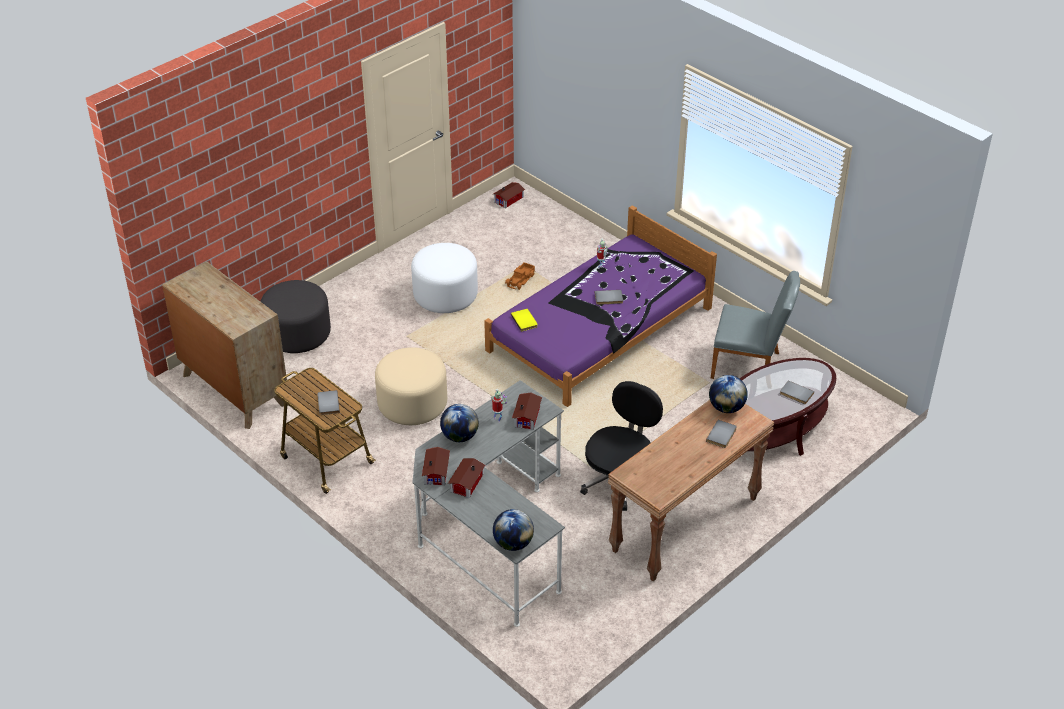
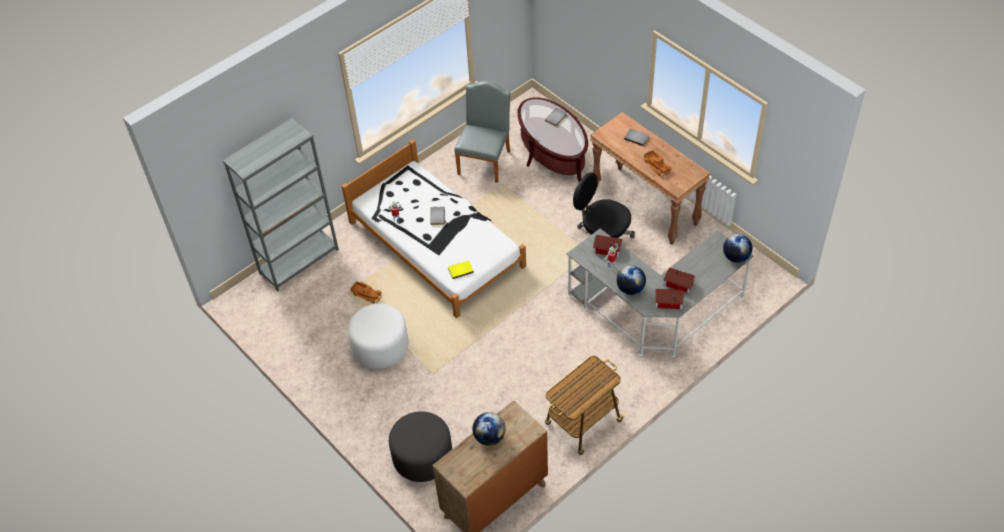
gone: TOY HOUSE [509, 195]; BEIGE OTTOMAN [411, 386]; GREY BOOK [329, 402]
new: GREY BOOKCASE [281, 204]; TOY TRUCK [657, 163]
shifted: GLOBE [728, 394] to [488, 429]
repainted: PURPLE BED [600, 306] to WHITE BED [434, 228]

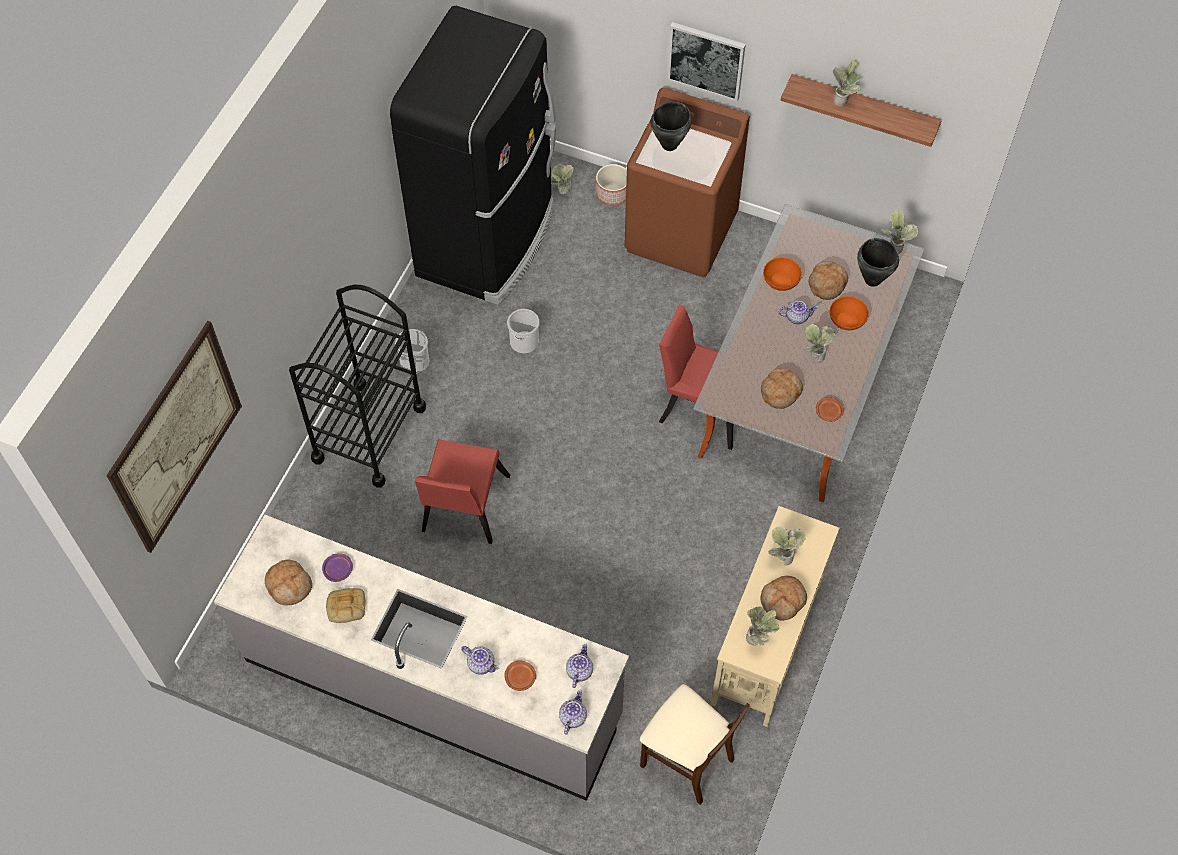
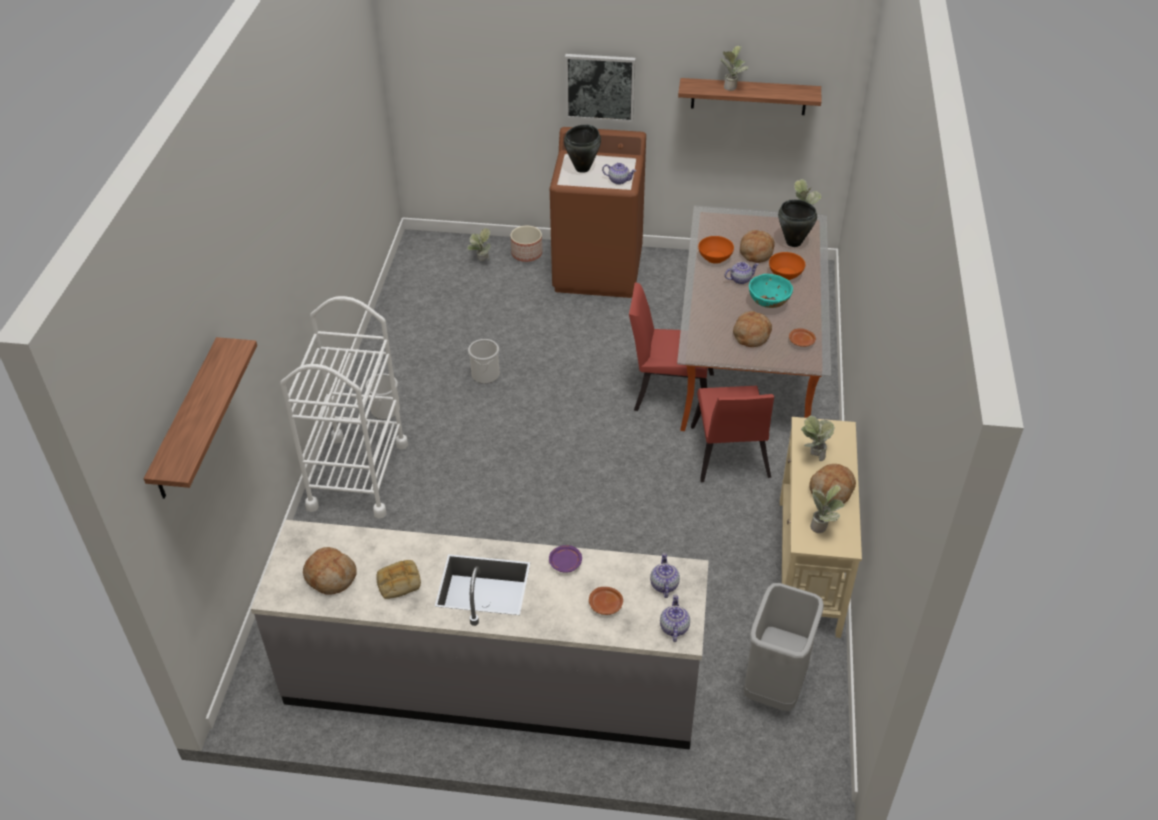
gone: BLACK FRIDGE [473, 155]
shifted: RED CHAIR [462, 491] to [732, 434]; PURPLE PLATE [337, 567] to [565, 559]; TEAPOT [480, 660] to [619, 174]
swapped: PICTURE [174, 437] to SHELF [200, 418]; POTTED PLANT [819, 343] to TURQUOISE BOWL [771, 291]; BEIGE CHAIR [695, 744] to GREY TRASH CAN [784, 647]
repainted: BLACK CART [357, 386] to WHITE CART [344, 407]

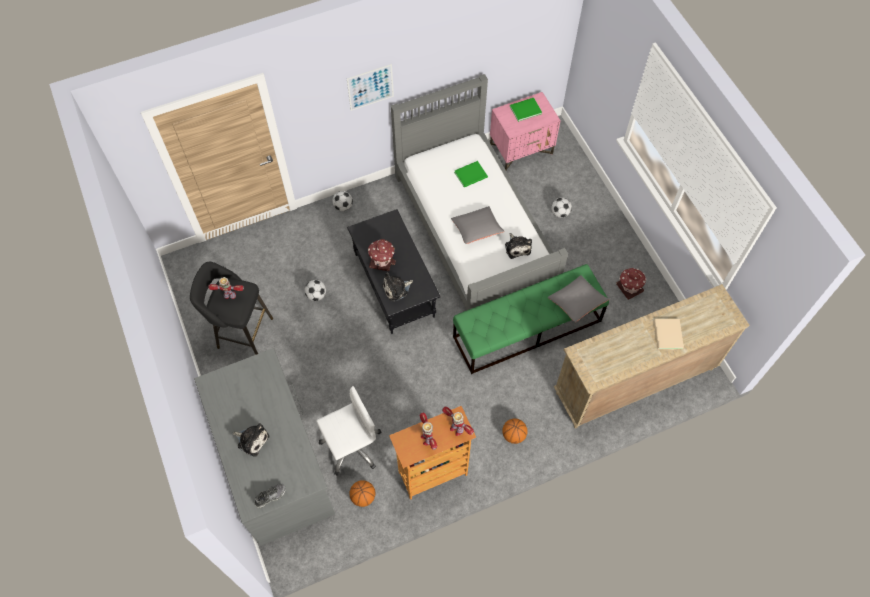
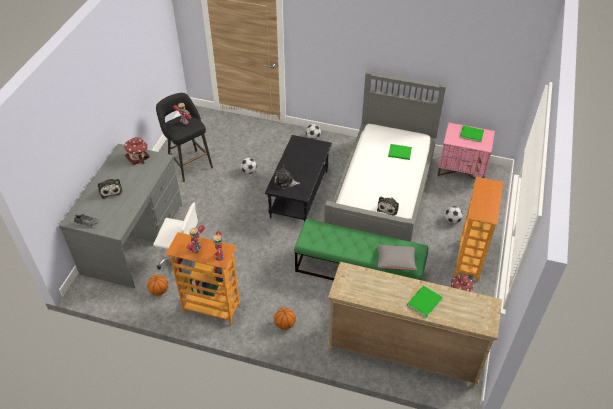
gone: PICTURE [370, 87]; GREY PILLOW [478, 225]
new: BOOKCASE [478, 229]
shifted: TOY HOUSE [382, 255] to [137, 151]
repainted: BEIGE BOOK [669, 334] to GREEN BOOK [425, 301]

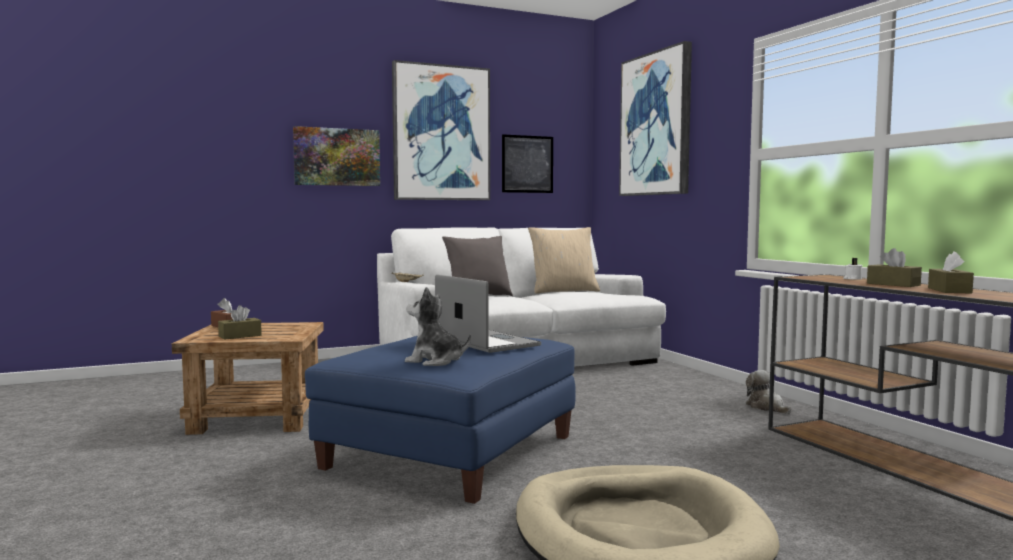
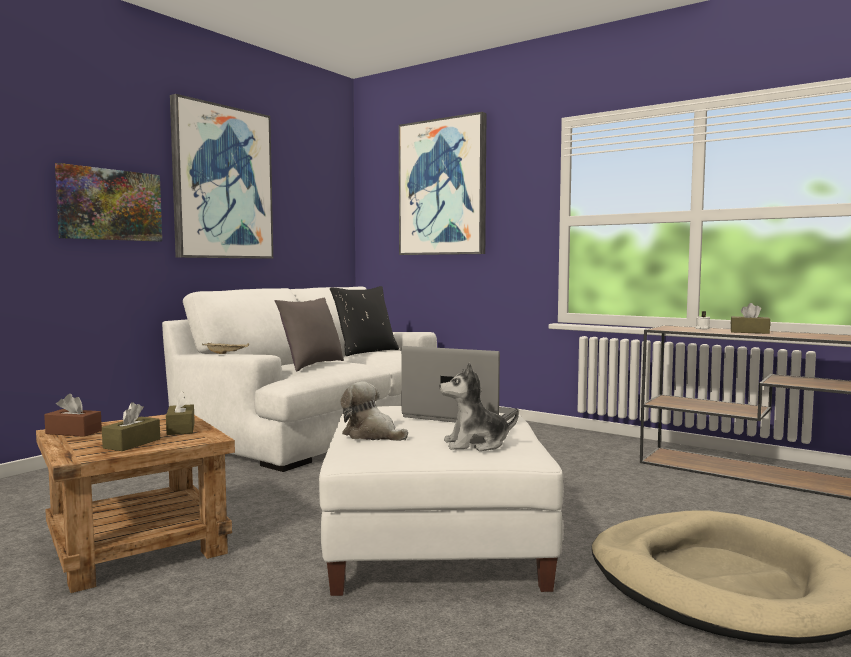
gone: PICTURE [527, 163]
shifted: BROWN TISSUE BOX [951, 272] to [180, 413]; PLUSH TOY [768, 392] to [374, 411]
repainted: BEIGE PILLOW [564, 260] to BLACK PILLOW [364, 321]; BLUE OTTOMAN [440, 420] to WHITE OTTOMAN [441, 501]

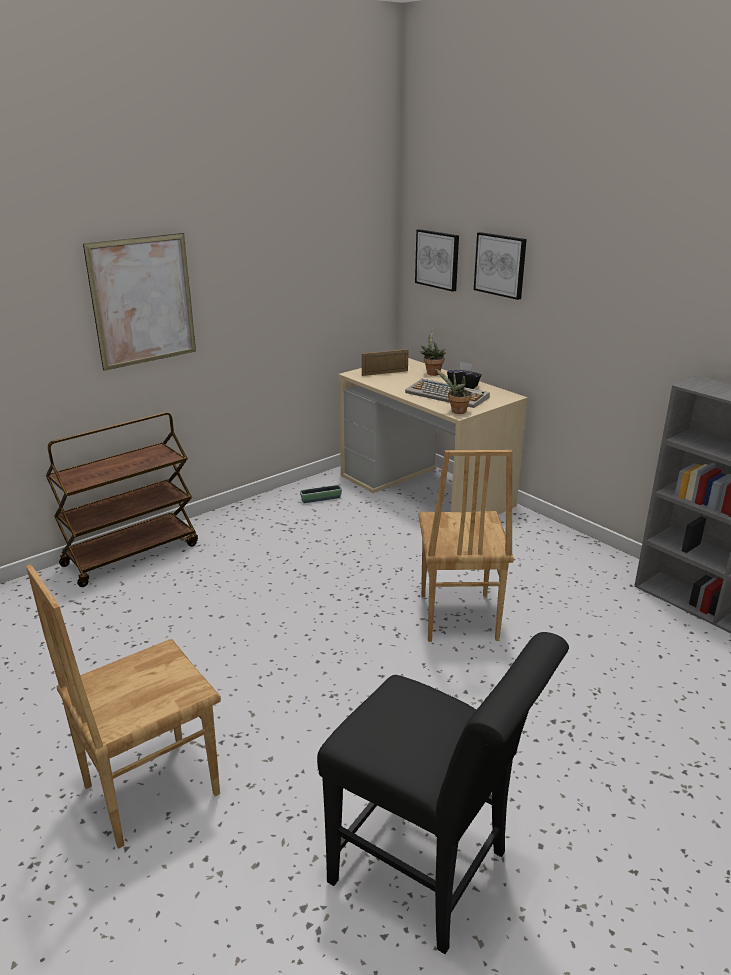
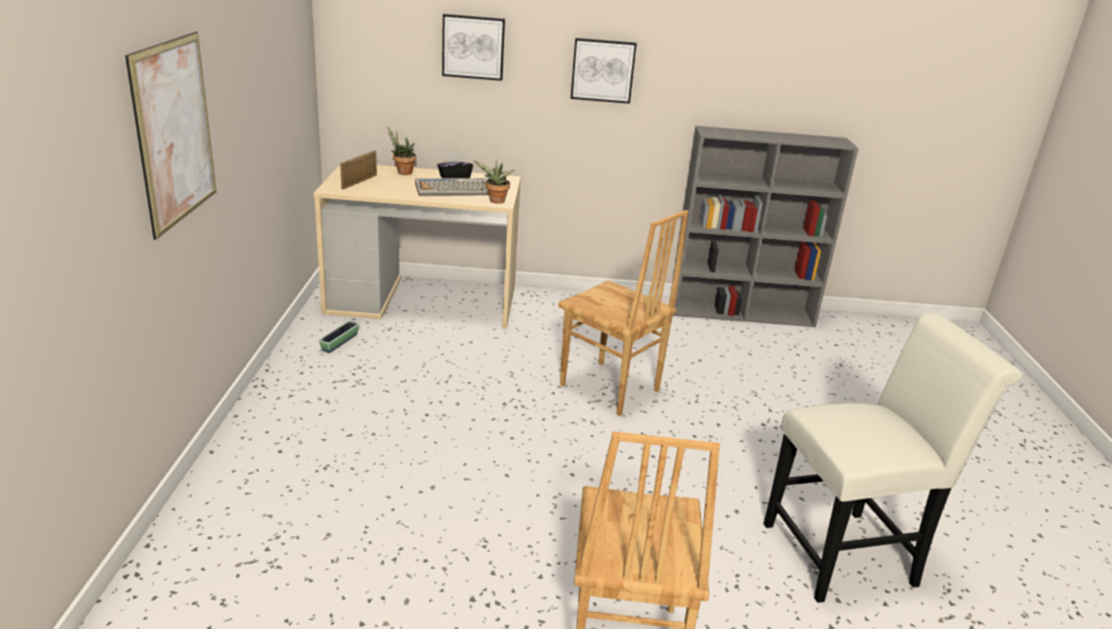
gone: BROWN CART [122, 499]
shifted: PICTURE [437, 260] to [604, 71]
repainted: BLACK CHAIR [443, 793] to WHITE CHAIR [893, 458]

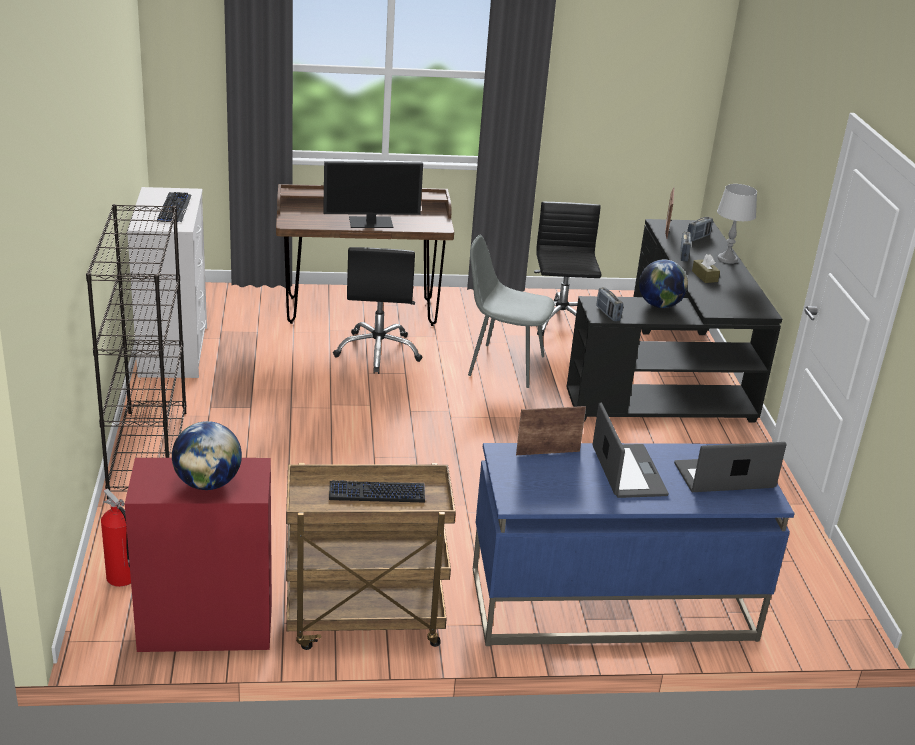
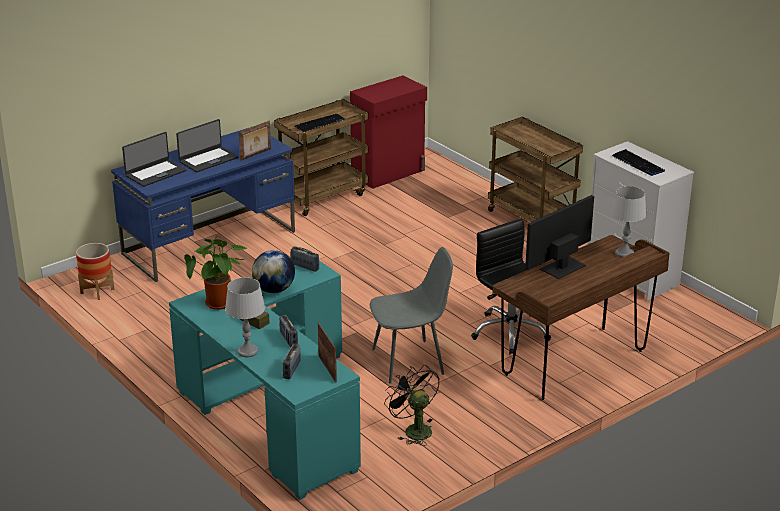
gone: GLOBE [207, 455]; FIRE EXTINGUISHER [116, 537]
new: GREY TABLE LAMP [629, 222]; POTTED PLANT [216, 273]; PLANTER [95, 271]
swapped: BLACK OFFICE CHAIR [568, 269] to BLACK FAN [411, 405]; BLACK BOOKCASE [136, 351] to BROWN CART [535, 169]
repainted: BLACK DESK [674, 321] to TURQUOISE DESK [265, 380]
rotated: LAPTOP [630, 450] = [207, 145] 90 degrees counterclockwise

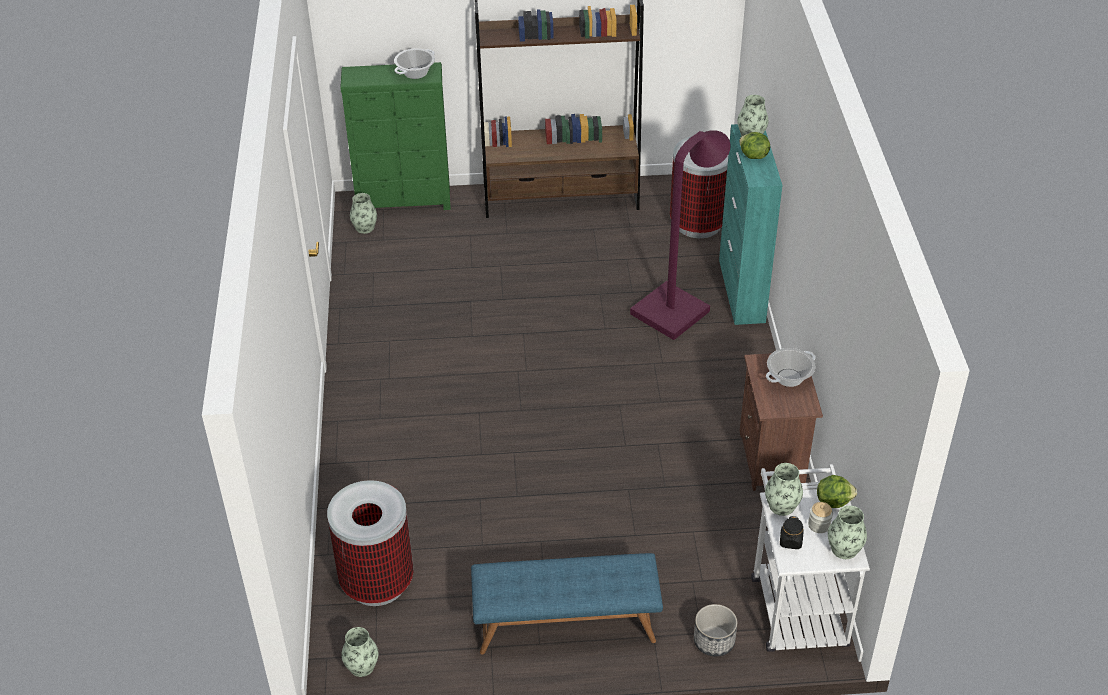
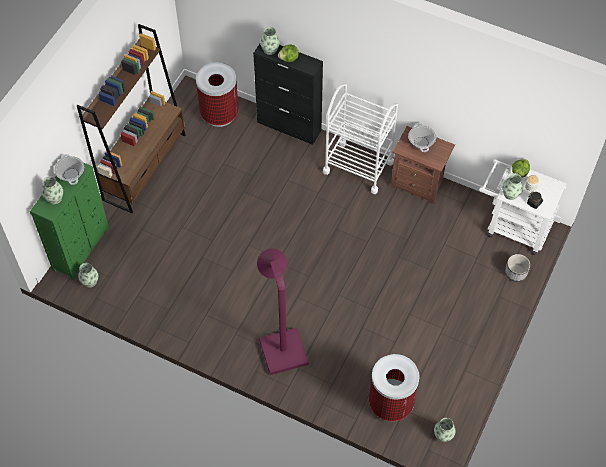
gone: BLUE BENCH [567, 604]
new: WHITE CART [360, 138]
shifted: PURPLE FLOOR LAMP [680, 235] to [283, 311]; VASE [847, 532] to [52, 190]
repainted: TURQUOISE CABINET [751, 224] to BLACK CABINET [288, 94]

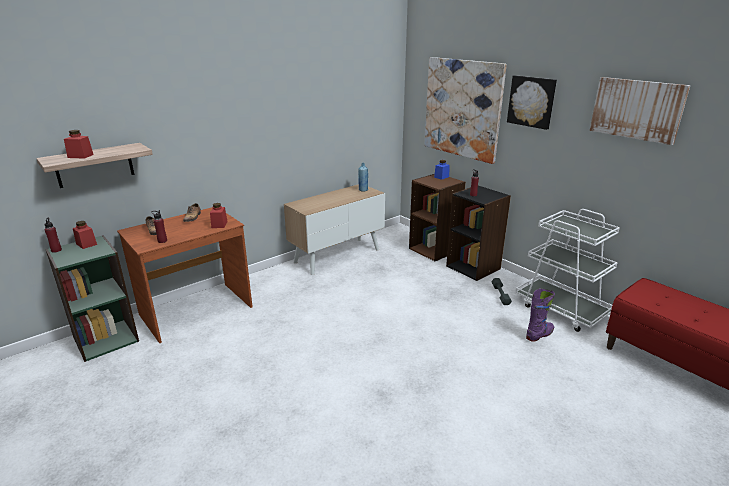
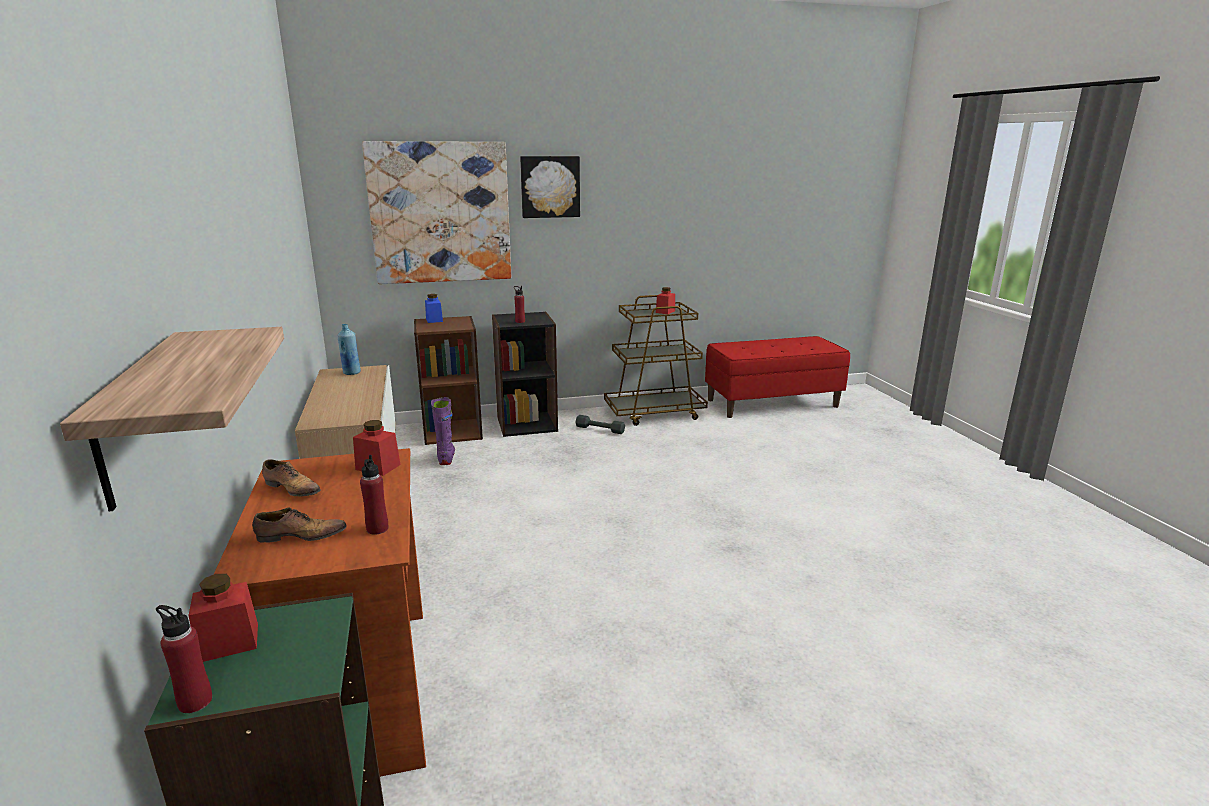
gone: PICTURE [640, 111]
shifted: RED JAR [79, 144] to [665, 300]; PURPLE BOOT [540, 315] to [443, 431]
repainted: WHITE CART [567, 270] to BROWN CART [656, 360]

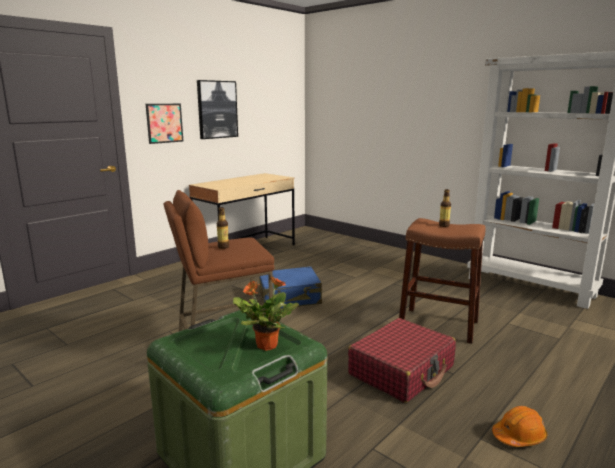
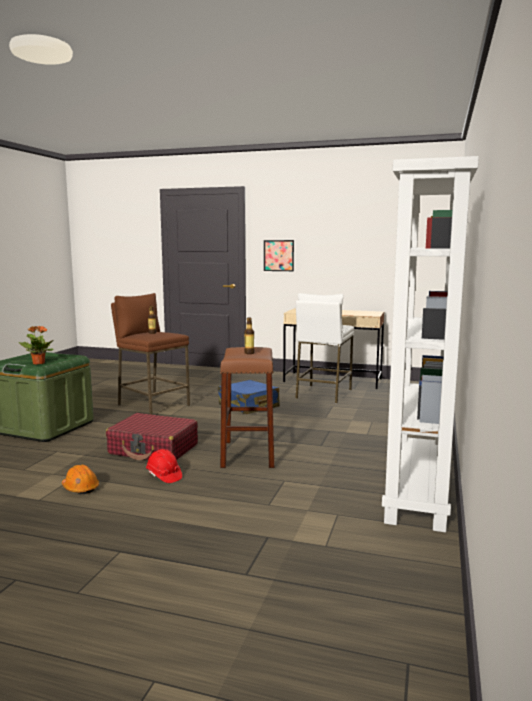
gone: PICTURE [217, 109]
new: WHITE STOOL [324, 348]; RED HARD HAT [164, 466]

